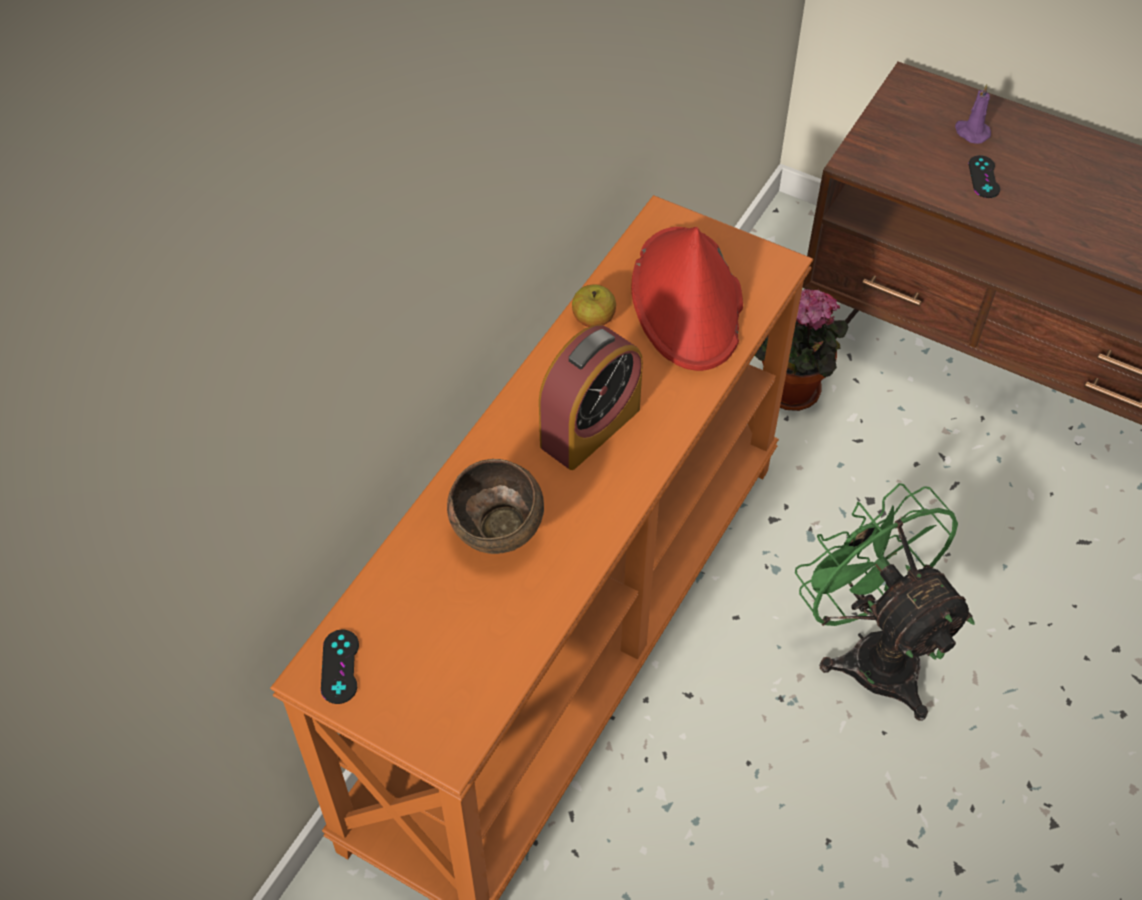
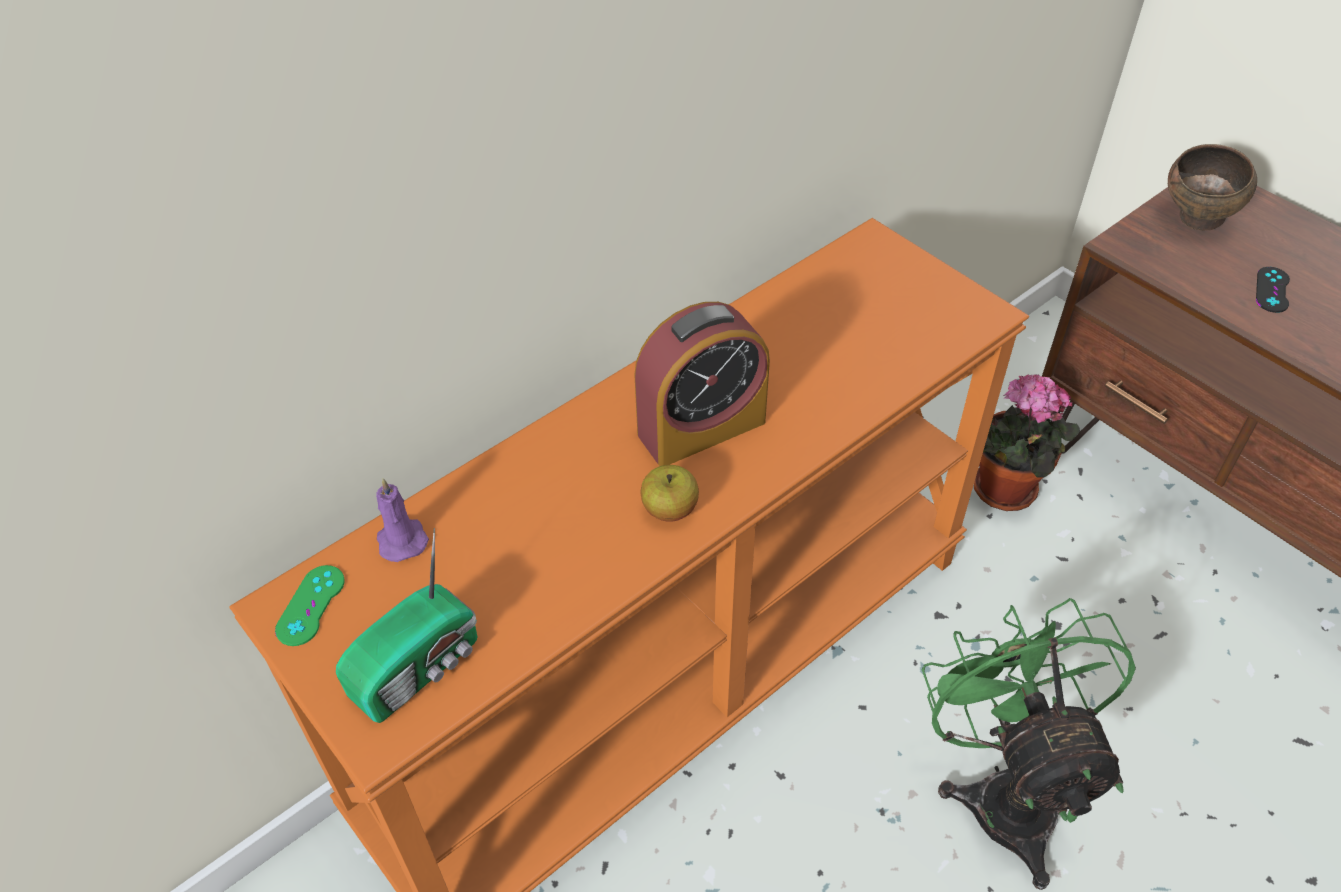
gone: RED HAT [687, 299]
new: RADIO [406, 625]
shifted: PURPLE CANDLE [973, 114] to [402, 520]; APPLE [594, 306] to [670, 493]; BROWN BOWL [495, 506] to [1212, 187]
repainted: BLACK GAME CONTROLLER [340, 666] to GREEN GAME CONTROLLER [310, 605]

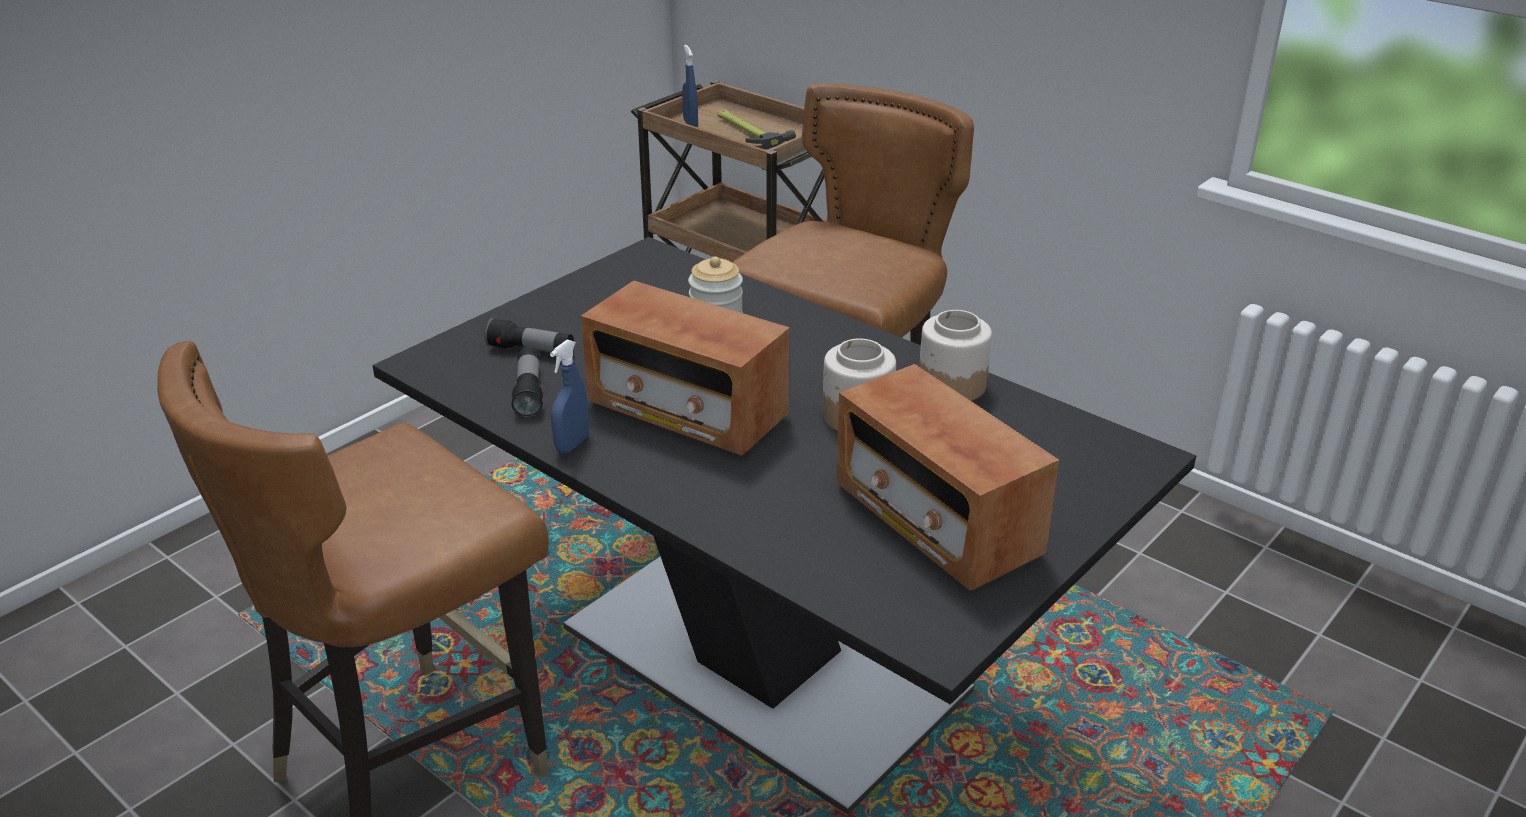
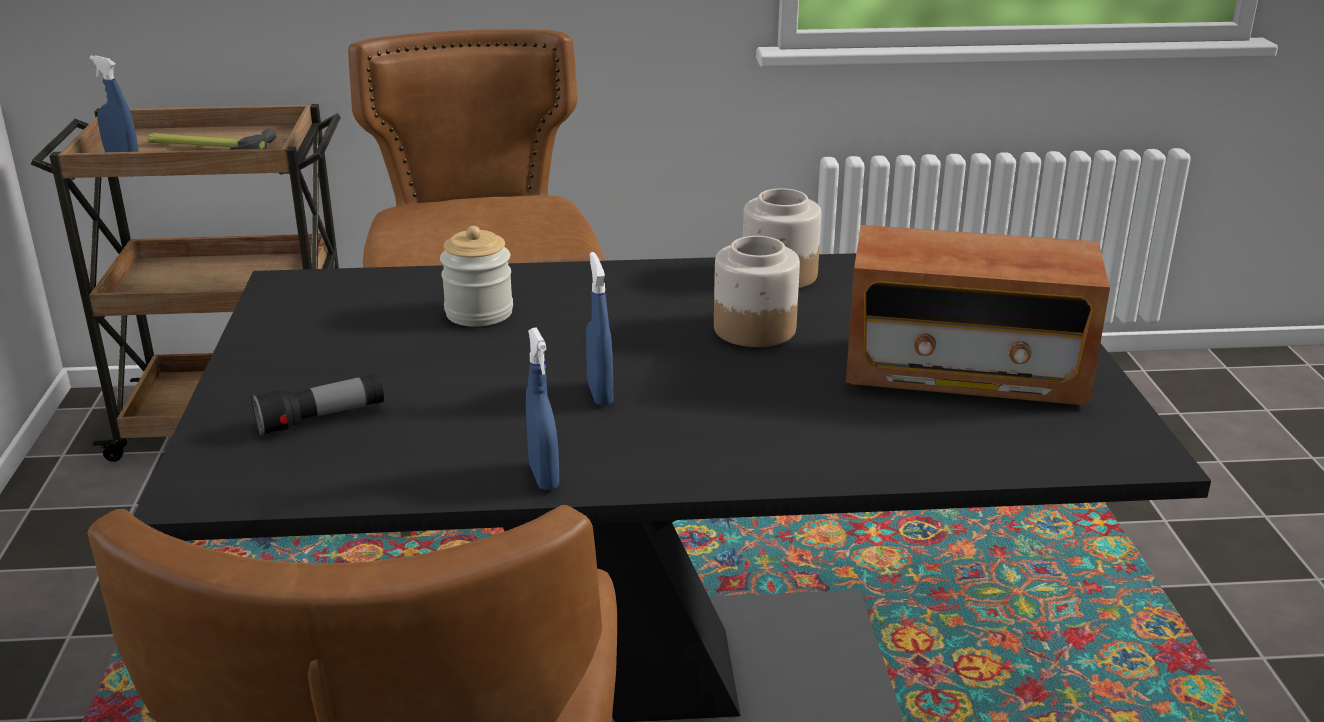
gone: FLASHLIGHT [527, 382]
swapped: RADIO [685, 368] to BLUE SPRAY BOTTLE [599, 329]

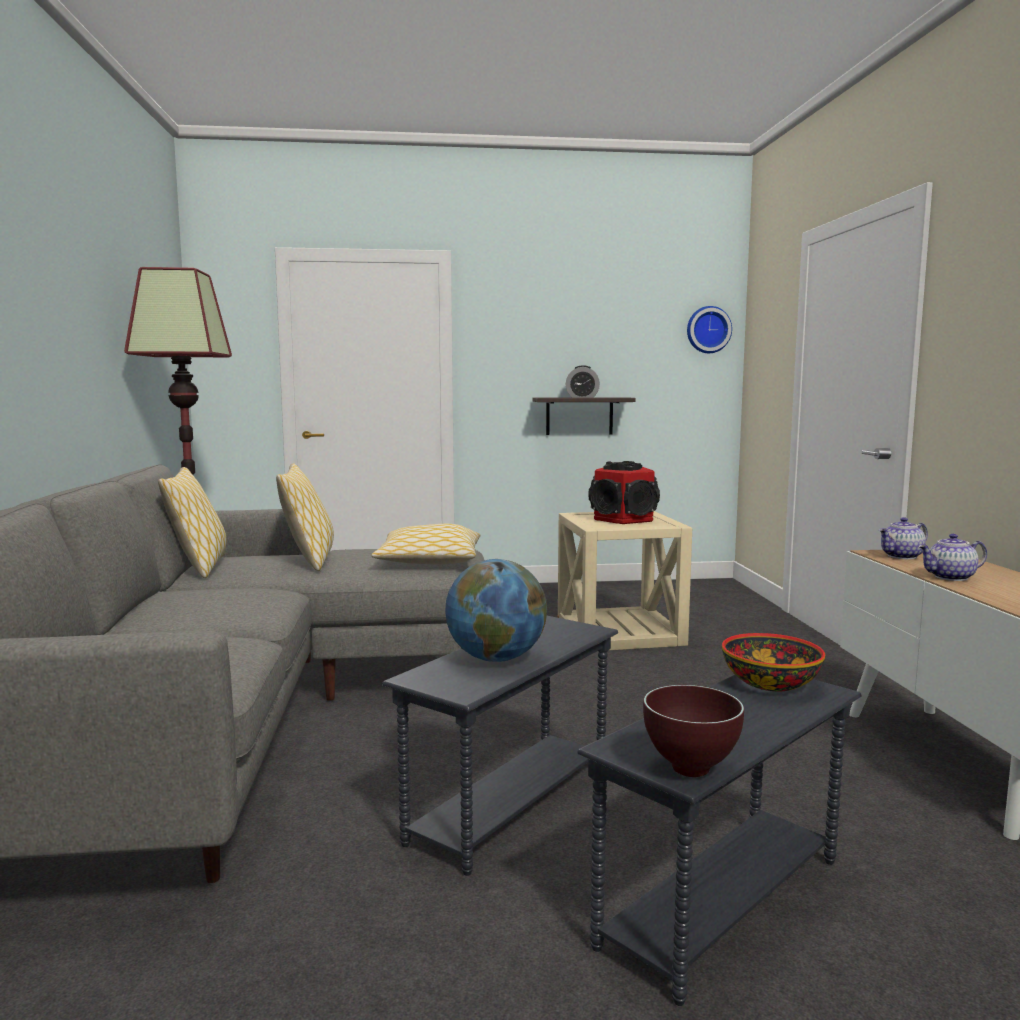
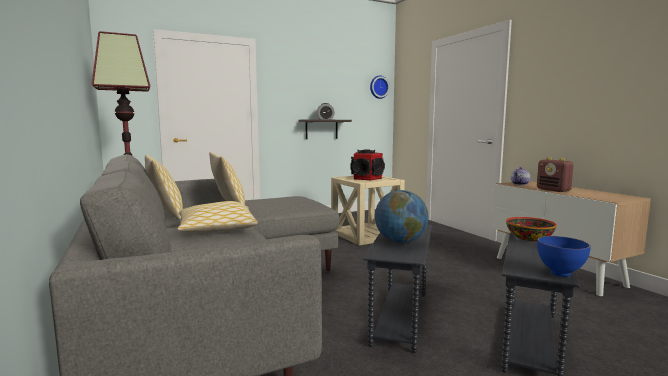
shifted: PILLOW [425, 544] to [217, 216]
swapped: TEAPOT [952, 557] to RADIO [555, 174]
repainted: BROWN BOWL [693, 731] to BLUE BOWL [564, 256]

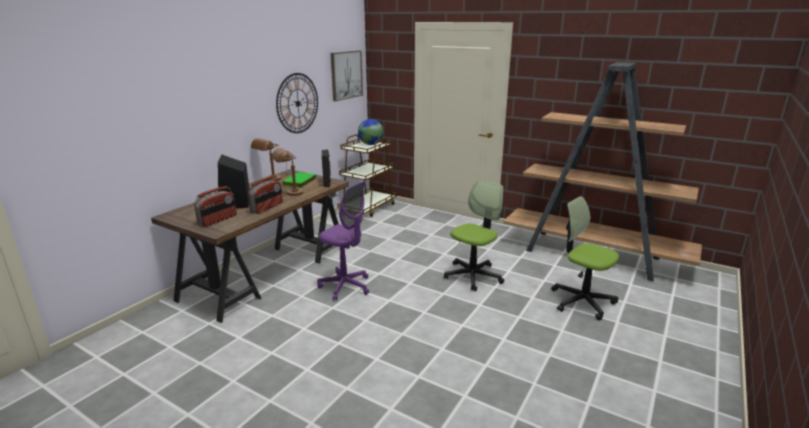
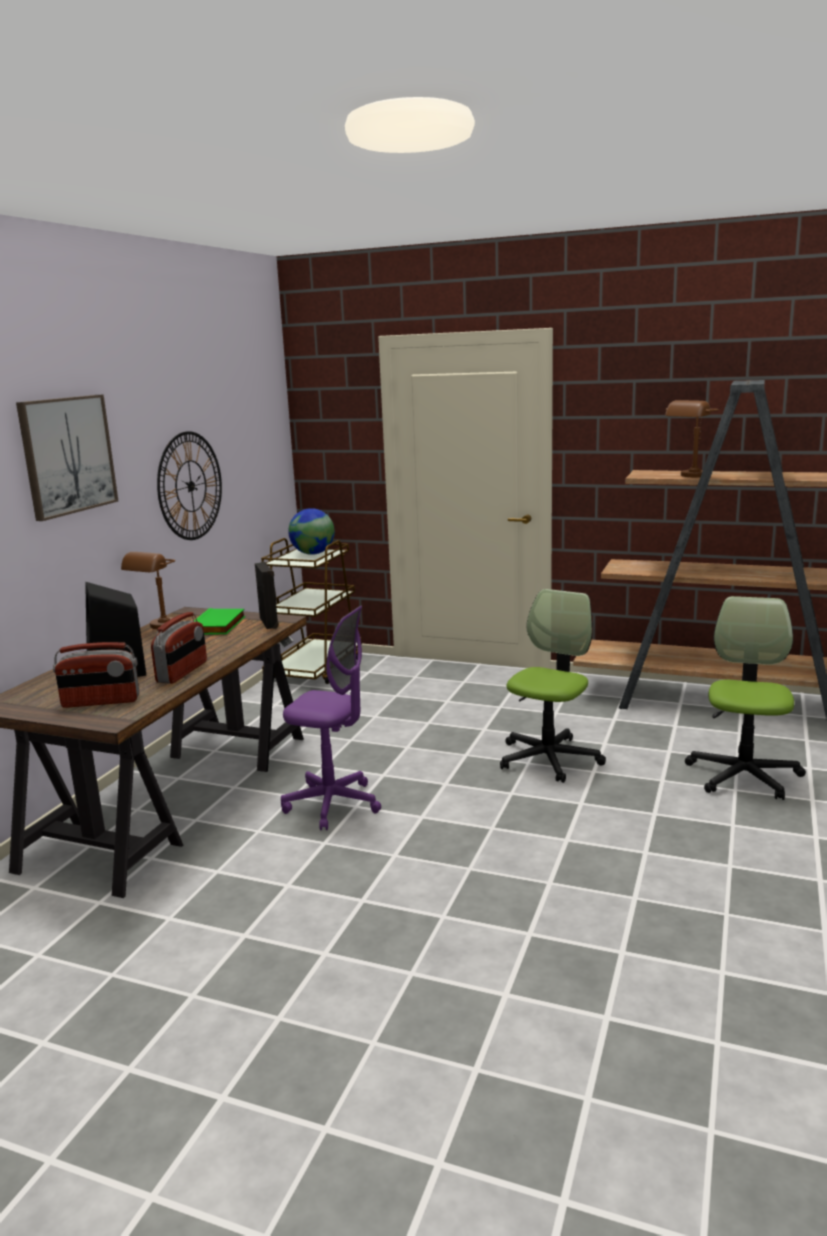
shifted: PICTURE [347, 75] to [67, 458]; BROWN TABLE LAMP [287, 172] to [692, 438]
rotated: RADIO [215, 206] = [96, 675] 60 degrees clockwise; OFFICE CHAIR [585, 258] = [745, 698] 75 degrees clockwise

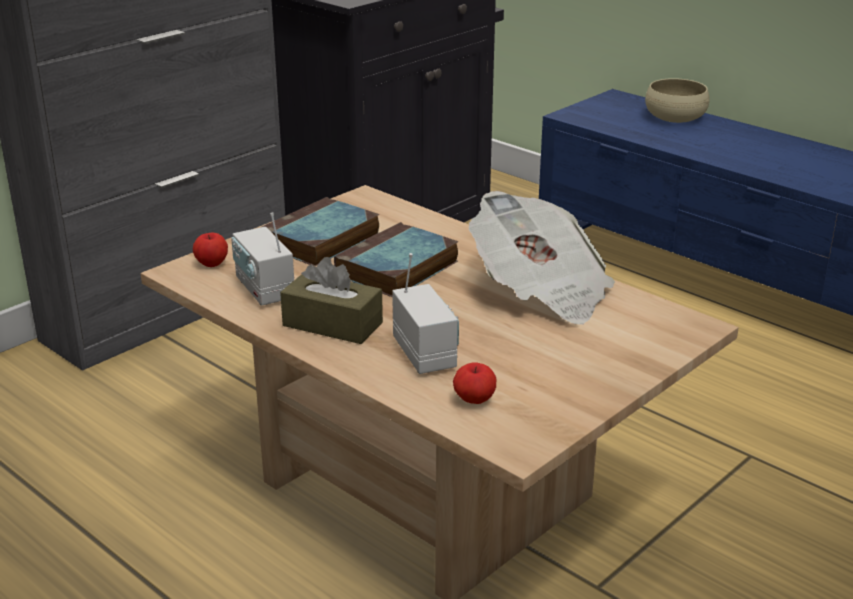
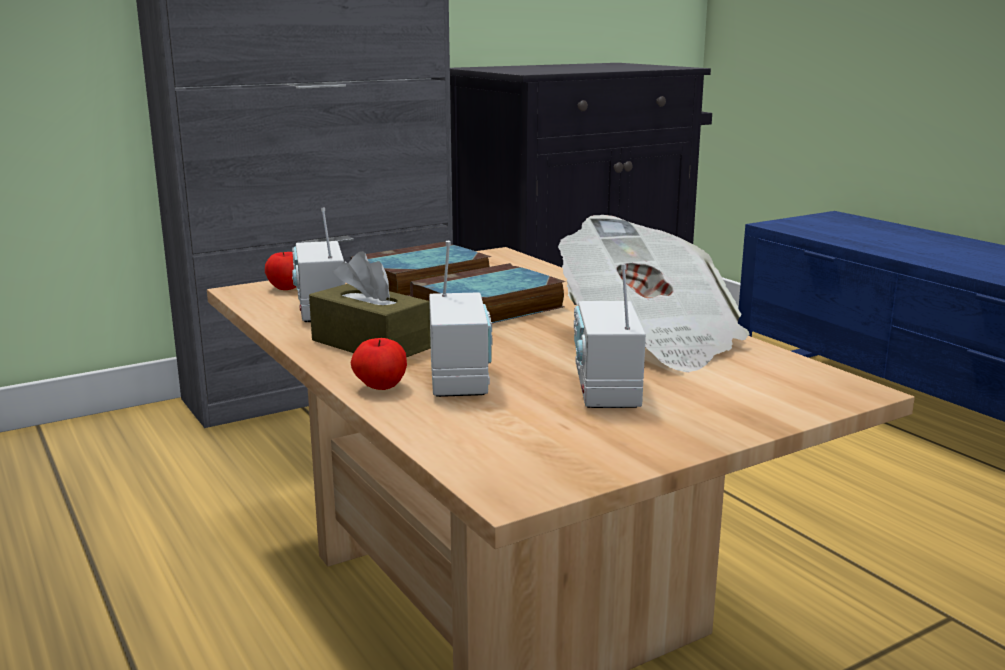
gone: BEIGE BOWL [677, 100]
new: RADIO [610, 336]
shifted: APPLE [474, 383] to [379, 364]

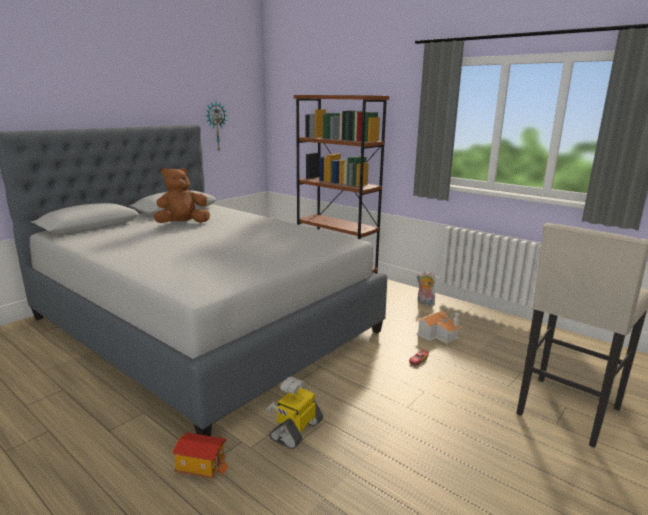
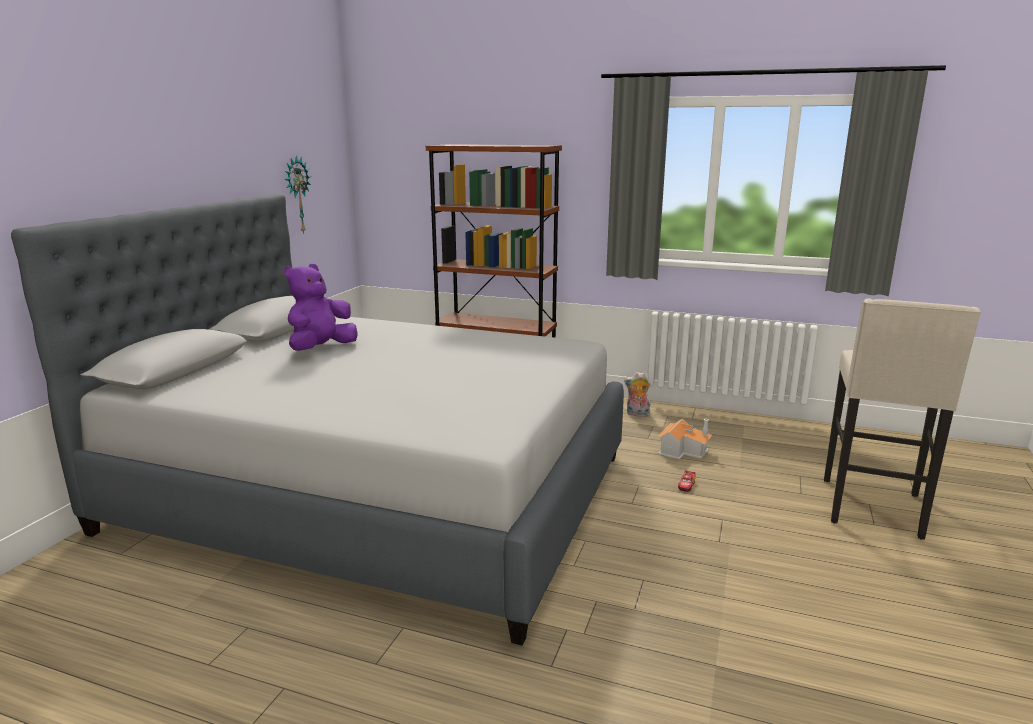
gone: TOY ROBOT [294, 413]; TOY HOUSE [200, 455]
repainted: BROWN PLUSH TOY [181, 195] to PURPLE PLUSH TOY [321, 307]

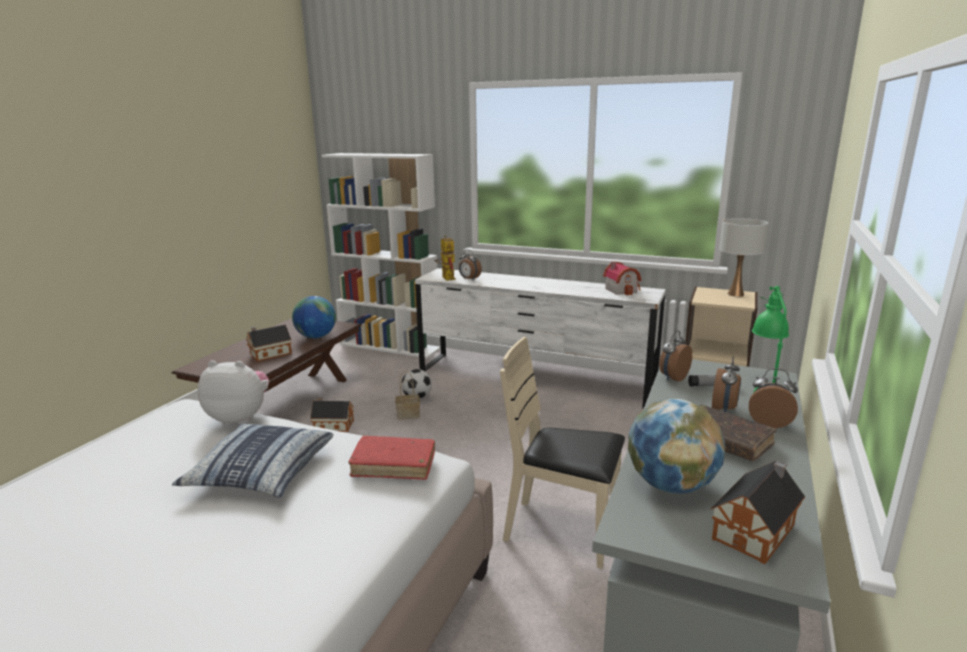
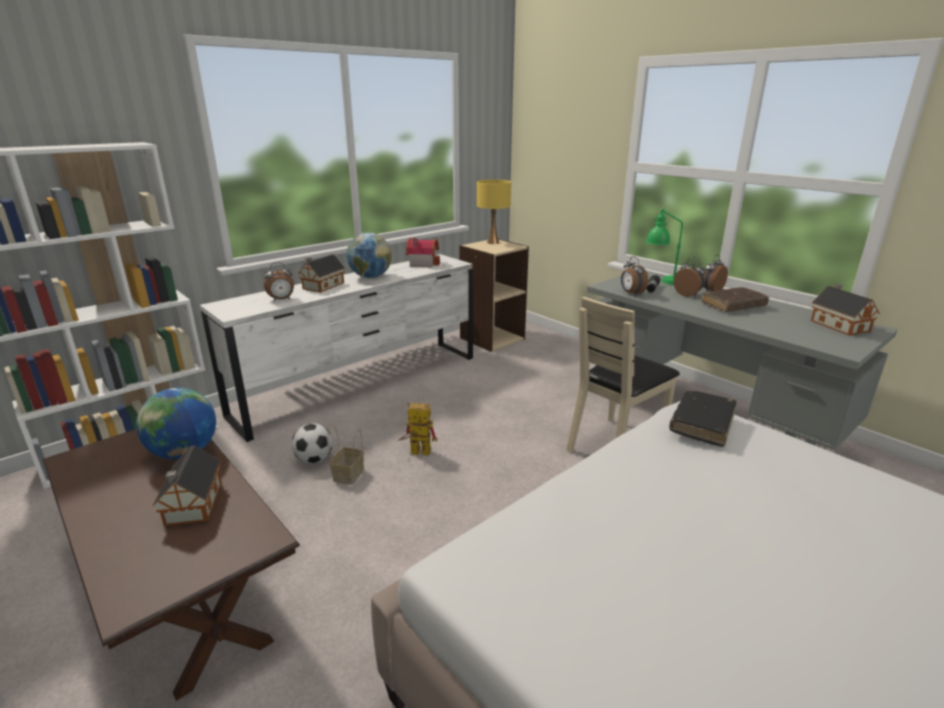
gone: PLUSH TOY [233, 392]; PILLOW [253, 461]
shifted: TOY ROBOT [445, 258] to [417, 428]; TOY HOUSE [332, 414] to [321, 273]; GLOBE [676, 446] to [369, 255]
repainted: WHITE TABLE LAMP [743, 257] to YELLOW TABLE LAMP [494, 211]; RED BOOK [392, 458] to BLACK BOOK [702, 419]

